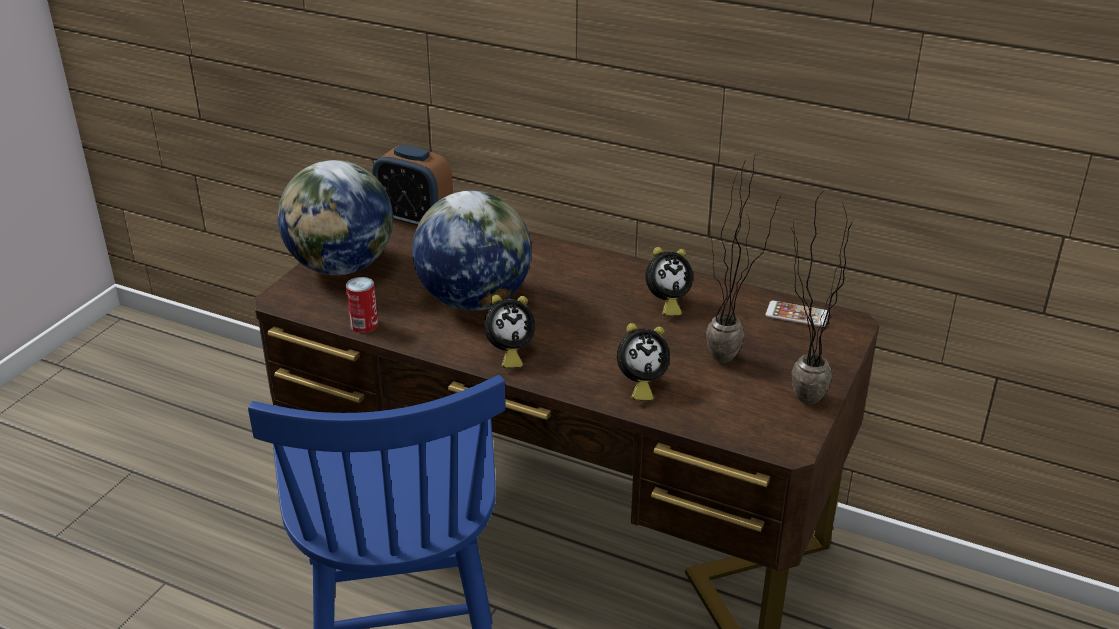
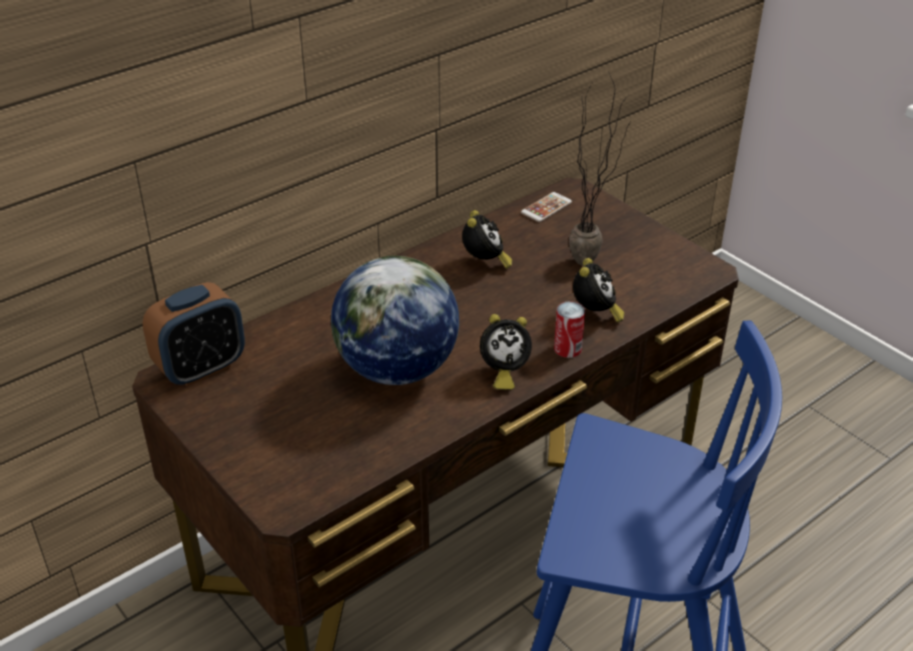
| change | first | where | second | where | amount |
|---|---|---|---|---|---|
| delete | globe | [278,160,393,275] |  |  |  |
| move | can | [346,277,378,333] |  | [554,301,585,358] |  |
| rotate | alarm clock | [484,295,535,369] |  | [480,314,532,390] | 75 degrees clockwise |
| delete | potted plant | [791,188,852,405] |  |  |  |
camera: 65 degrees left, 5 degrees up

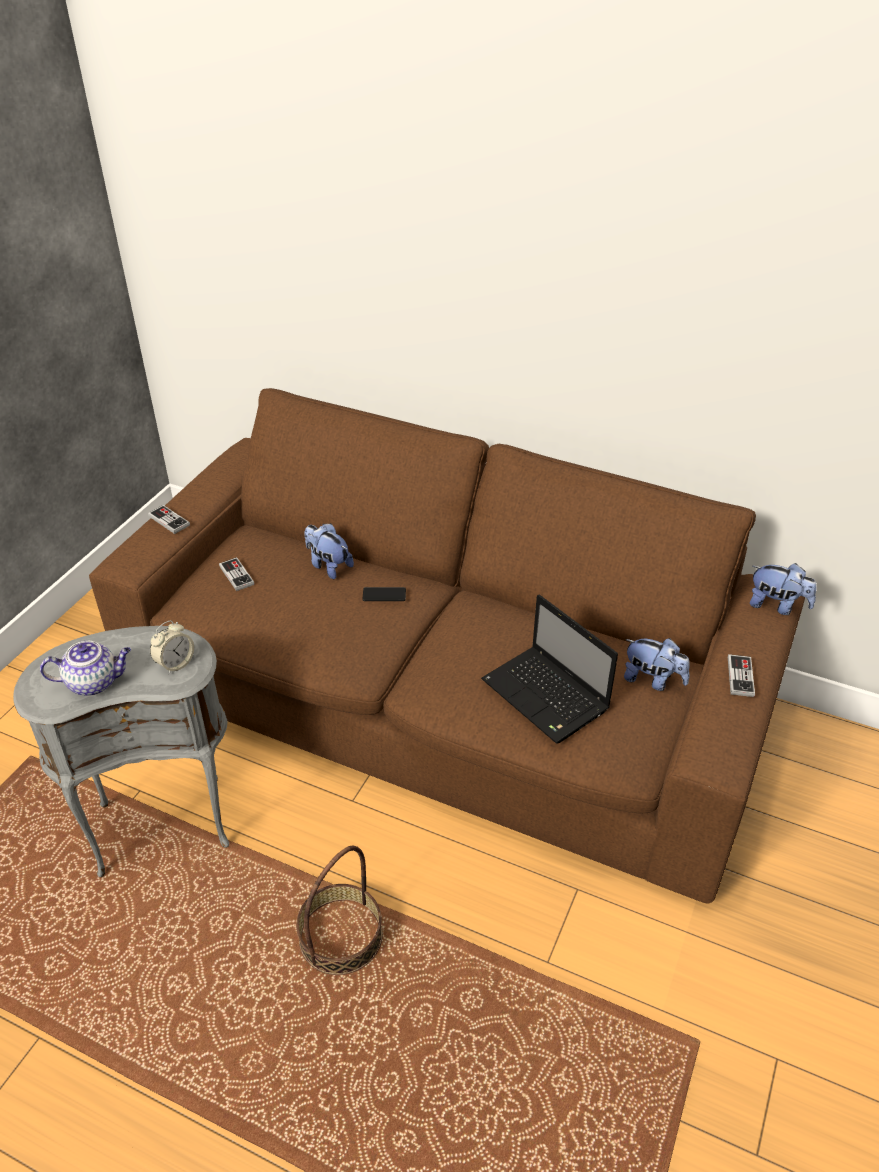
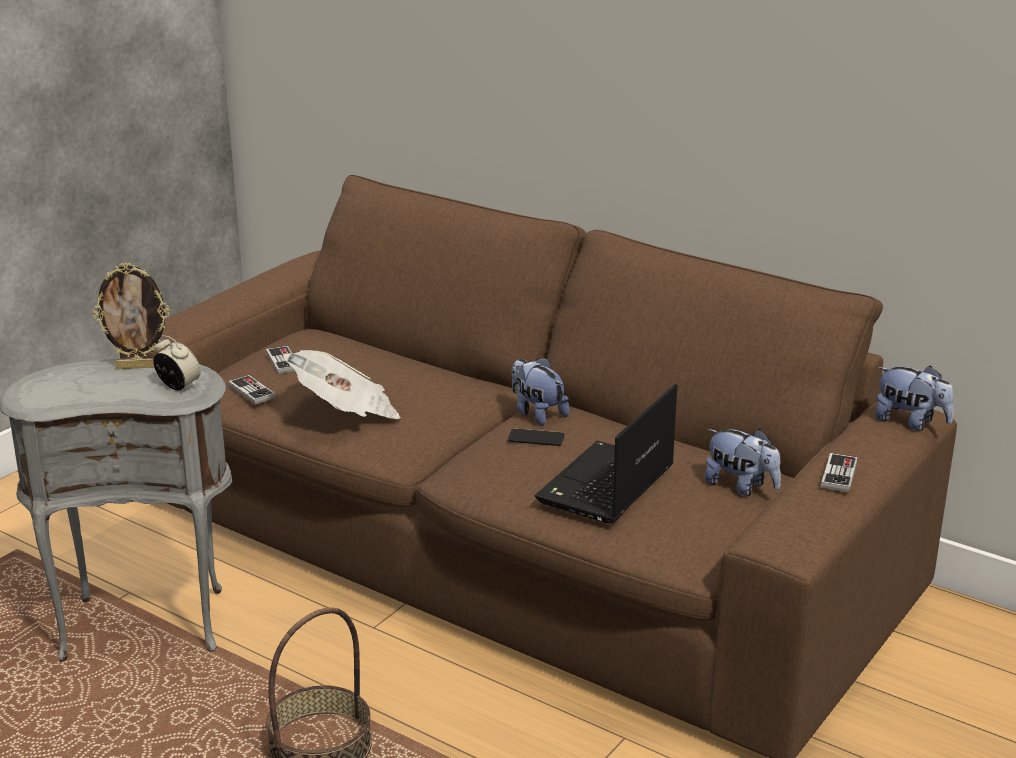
| change | first | where | second | where | amount |
|---|---|---|---|---|---|
| delete | teapot | [40,641,131,696] |  |  |  |
| move | game controller | [148,505,190,534] |  | [228,375,276,405] |  |
| rotate | alarm clock | [150,620,194,674] |  | [153,335,201,391] | 105 degrees counterclockwise |
| move | plush toy | [304,523,354,579] |  | [512,357,569,426] |  |
| move | phone | [362,587,406,601] |  | [508,428,565,446] |  |
| rotate | laptop | [481,594,618,744] |  | [534,384,677,524] | 60 degrees clockwise |
| insert |  |  | picture frame | [92,262,170,369] |  |
| insert |  |  | newspaper | [283,350,401,419] |  |
camera: 10 degrees right, 15 degrees down

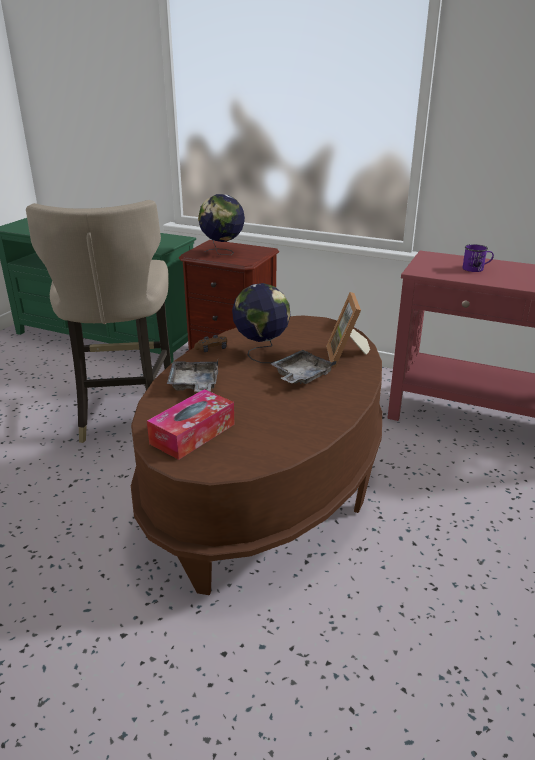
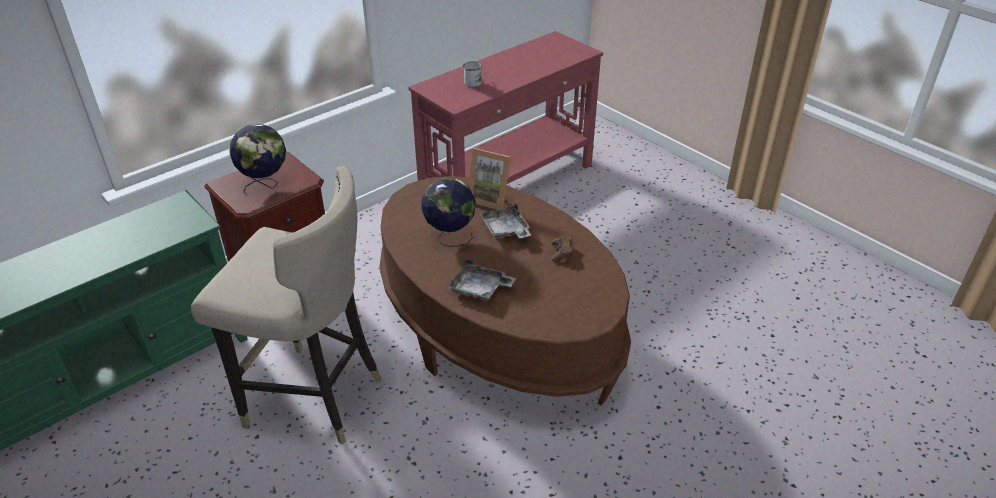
| change | first | where | second | where | amount |
|---|---|---|---|---|---|
| delete | tissue box | [147,389,235,460] |  |  |  |
| move | brown game controller | [194,335,227,352] |  | [551,235,573,262] |  |
| recolor | purple mug | [462,244,494,272] | white mug | [463,62,482,87] |  |
camera: 65 degrees left, 10 degrees up

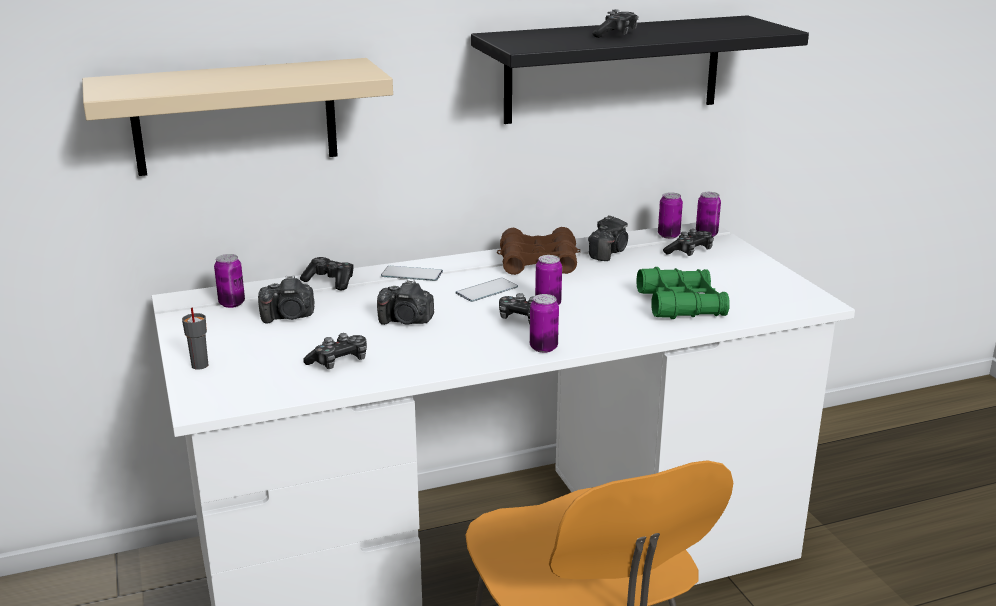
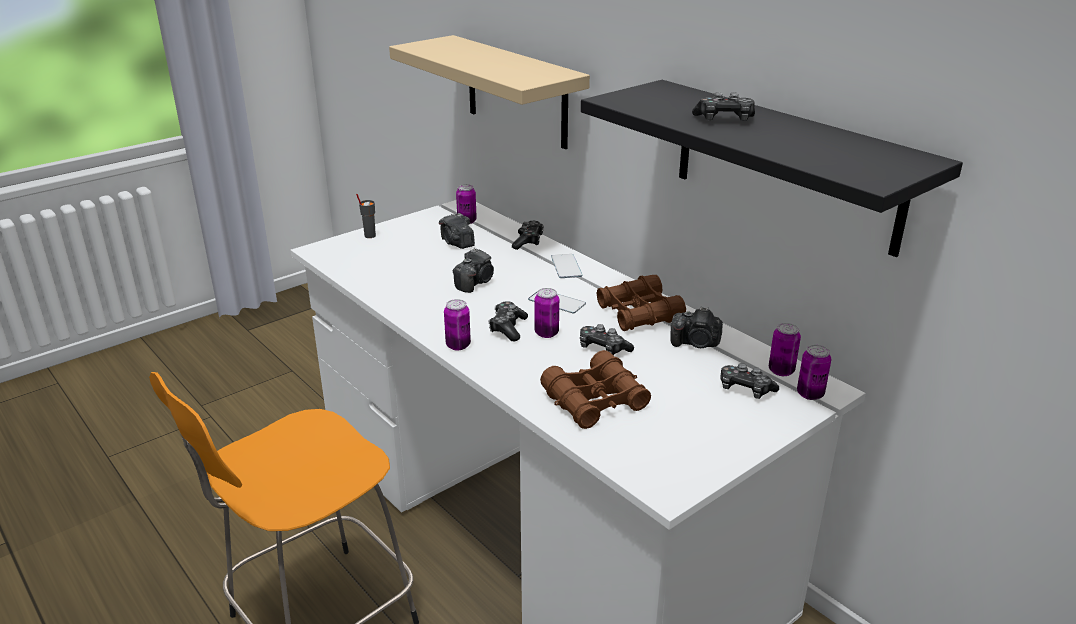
| change | first | where | second | where | amount |
|---|---|---|---|---|---|
| move | game controller | [303,333,367,369] |  | [580,324,634,355] |  |
| rotate | photo camera | [377,280,434,325] |  | [453,248,494,293] | 135 degrees counterclockwise |
| recolor | green binoculars | [636,267,730,319] | brown binoculars | [540,350,651,429] |  |
camera: 70 degrees right, 5 degrees up

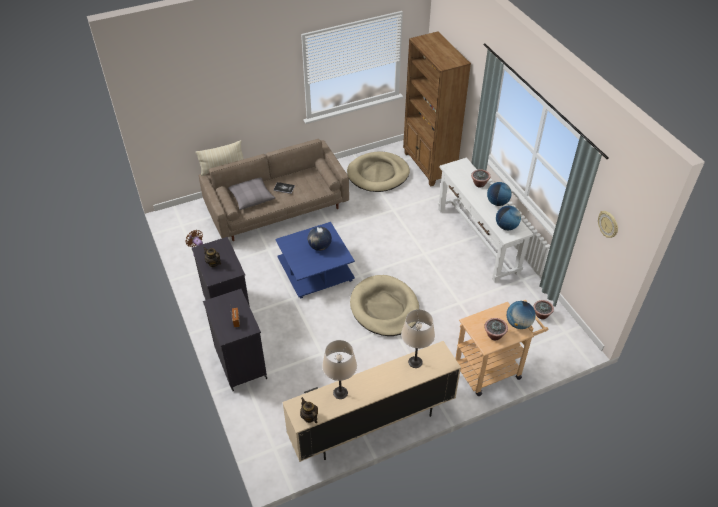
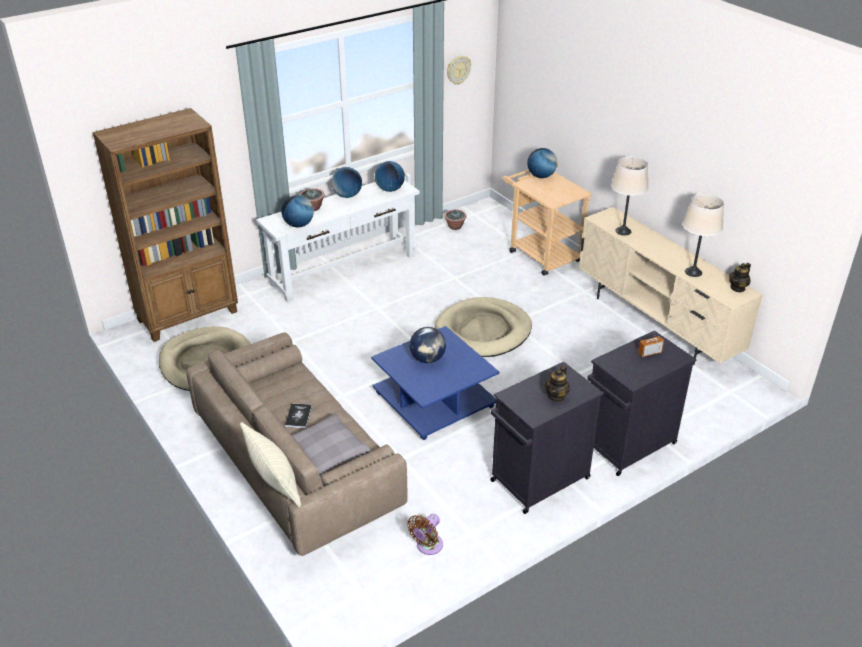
| change | first | where | second | where | amount |
|---|---|---|---|---|---|
| delete | potted plant | [484,318,508,340] |  |  |  |
| insert |  |  | globe | [281,195,314,227] |  |
camera: 100 degrees left, 10 degrees down

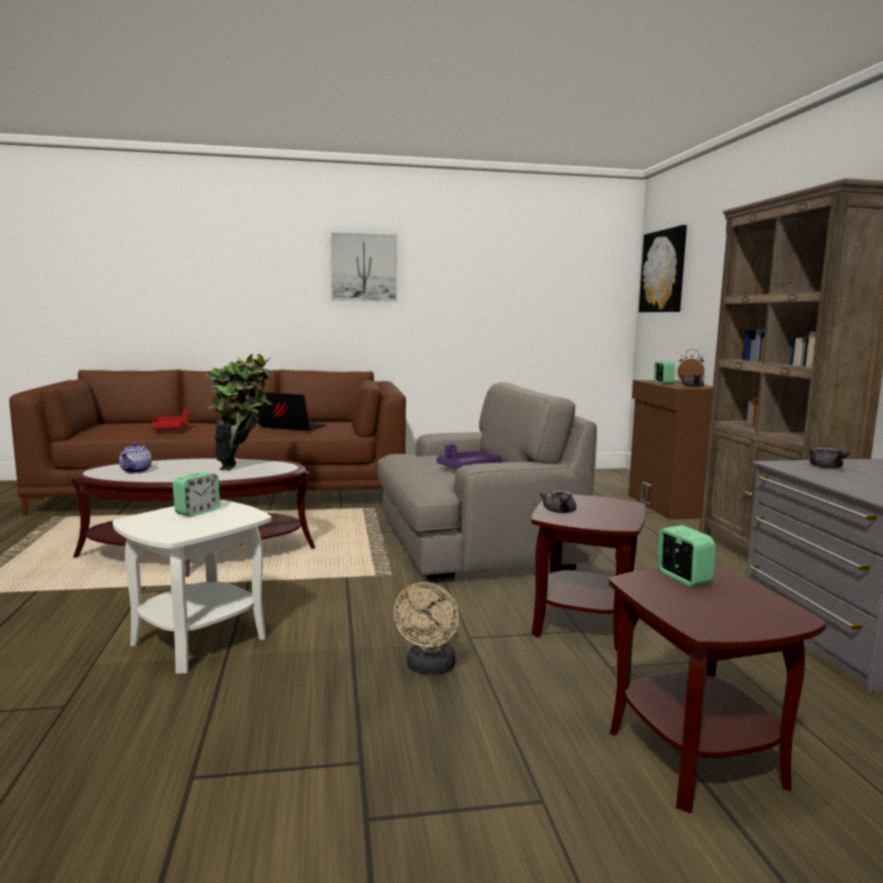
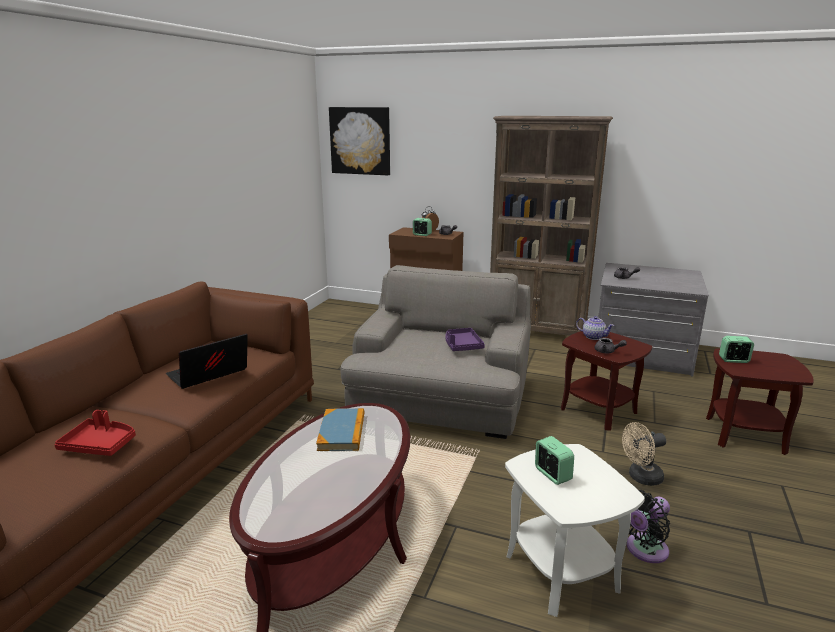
| change | first | where | second | where | amount |
|---|---|---|---|---|---|
| move | teapot | [119,442,152,473] |  | [576,316,615,340] |  |
| replace | potted plant | [205,354,273,470] | book | [316,408,364,451] |  |
| delete | picture | [331,232,398,302] |  |  |  |
| rotate | beige fan | [393,582,459,675] |  | [622,422,666,486] | 120 degrees clockwise |
| insert |  |  | black fan | [627,490,670,563] |  |
camera: 60 degrees left, 10 degrees up

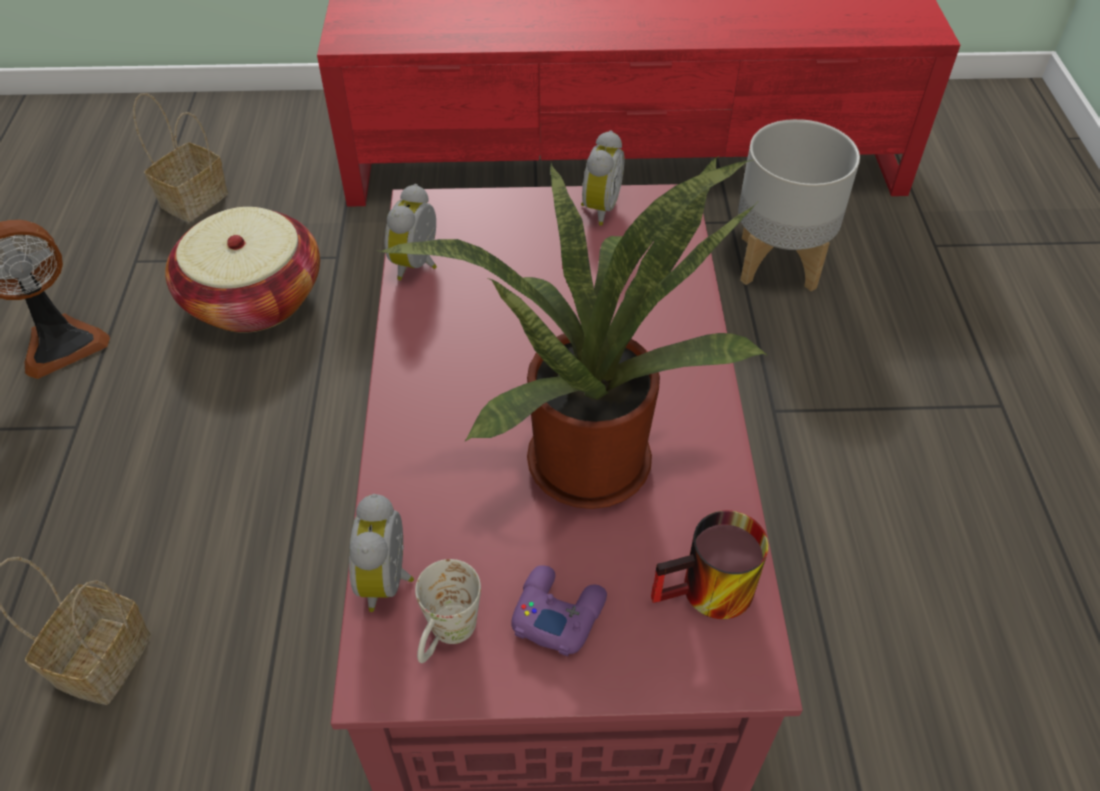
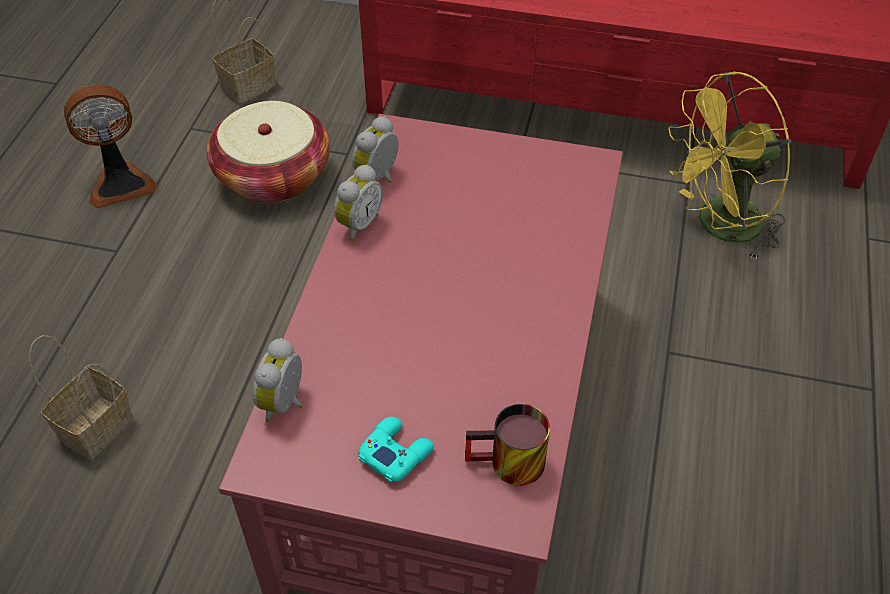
| change | first | where | second | where | amount |
|---|---|---|---|---|---|
| delete | potted plant | [376,155,768,509] |  |  |  |
| delete | white mug | [415,559,481,663] |  |  |  |
| recolor | purple game controller | [511,565,607,656] | turquoise game controller | [358,417,434,483] |  |
| move | alarm clock | [581,130,625,226] |  | [334,165,383,241] |  |
| replace | grey planter | [738,119,860,291] | yellow fan | [668,71,792,261] |  |
camera: 15 degrees right, 0 degrees up

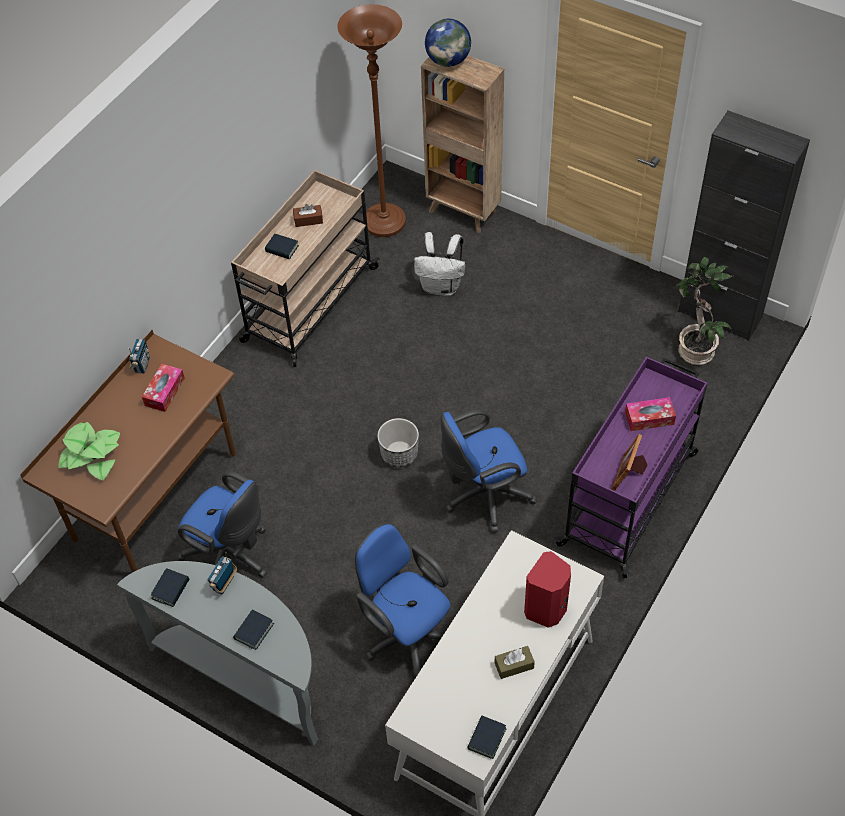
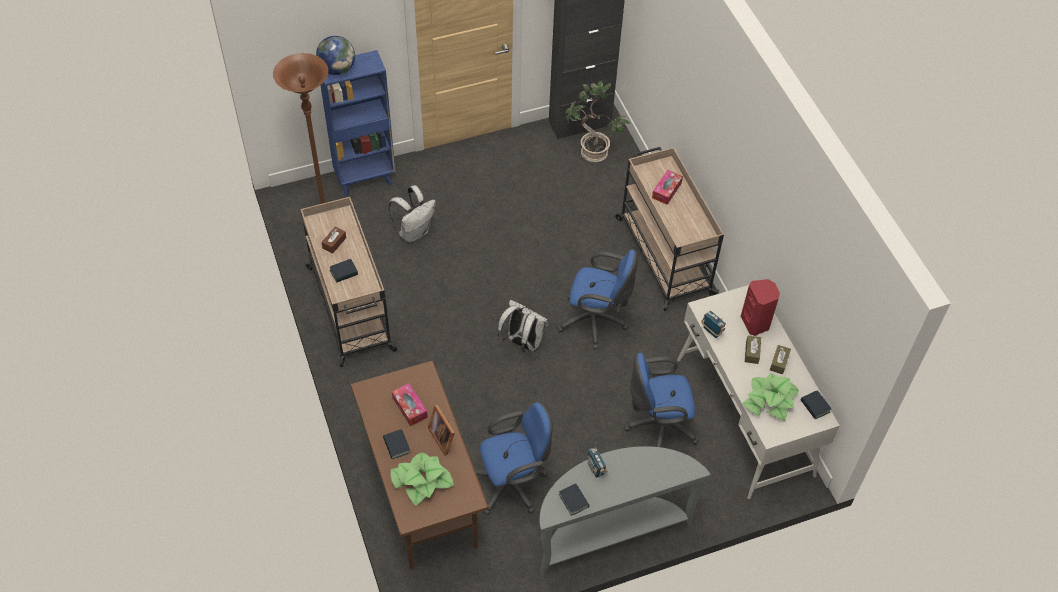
| change | first | where | second | where | amount |
|---|---|---|---|---|---|
| move | radio | [128,339,150,374] |  | [701,311,726,338] |  |
| move | book | [233,610,274,650] |  | [383,429,411,459] |  |
| replace | planter | [377,418,419,468] | white backpack | [498,300,549,353] |  |
| recolor | brown bookcase | [421,55,504,233] | blue bookcase | [320,50,395,197] |  |
| rotate | blue office chair | [440,409,537,533] |  | [557,250,638,349] | 90 degrees counterclockwise |
| recolor | purple cart | [554,356,708,578] | beige cart | [615,147,724,311] |  |
| move | picture frame | [612,434,648,491] |  | [428,405,455,456] |  |
| insert |  |  | potted plant | [742,373,799,422] |  |
| insert |  |  | brown tissue box | [745,336,761,364] |  |
camera: 55 degrees left, 0 degrees up

